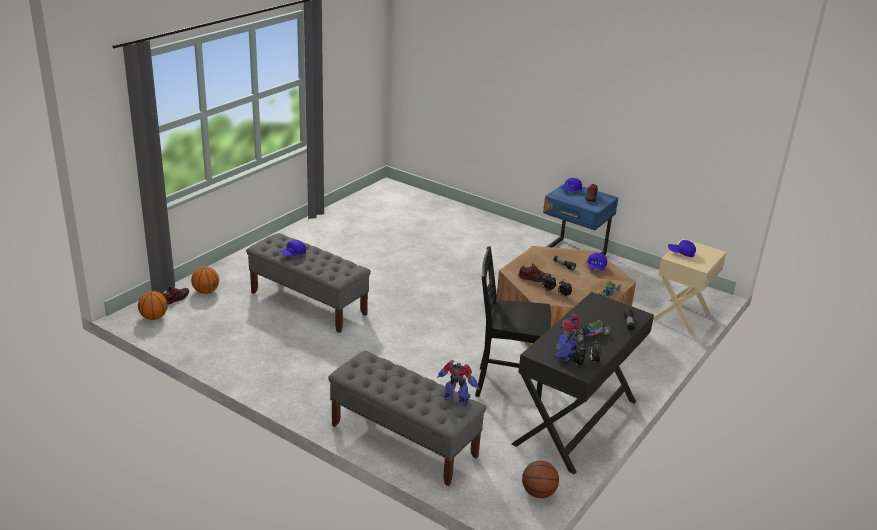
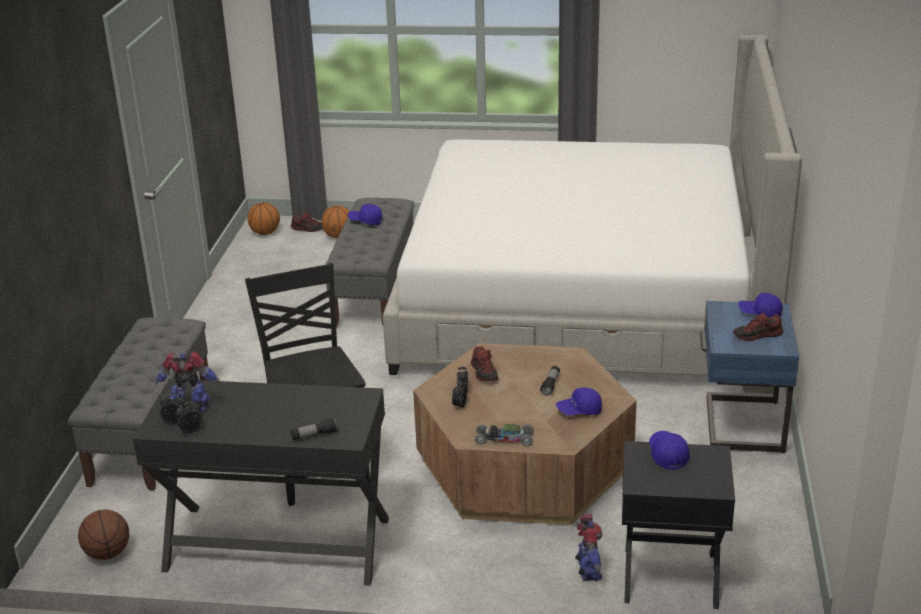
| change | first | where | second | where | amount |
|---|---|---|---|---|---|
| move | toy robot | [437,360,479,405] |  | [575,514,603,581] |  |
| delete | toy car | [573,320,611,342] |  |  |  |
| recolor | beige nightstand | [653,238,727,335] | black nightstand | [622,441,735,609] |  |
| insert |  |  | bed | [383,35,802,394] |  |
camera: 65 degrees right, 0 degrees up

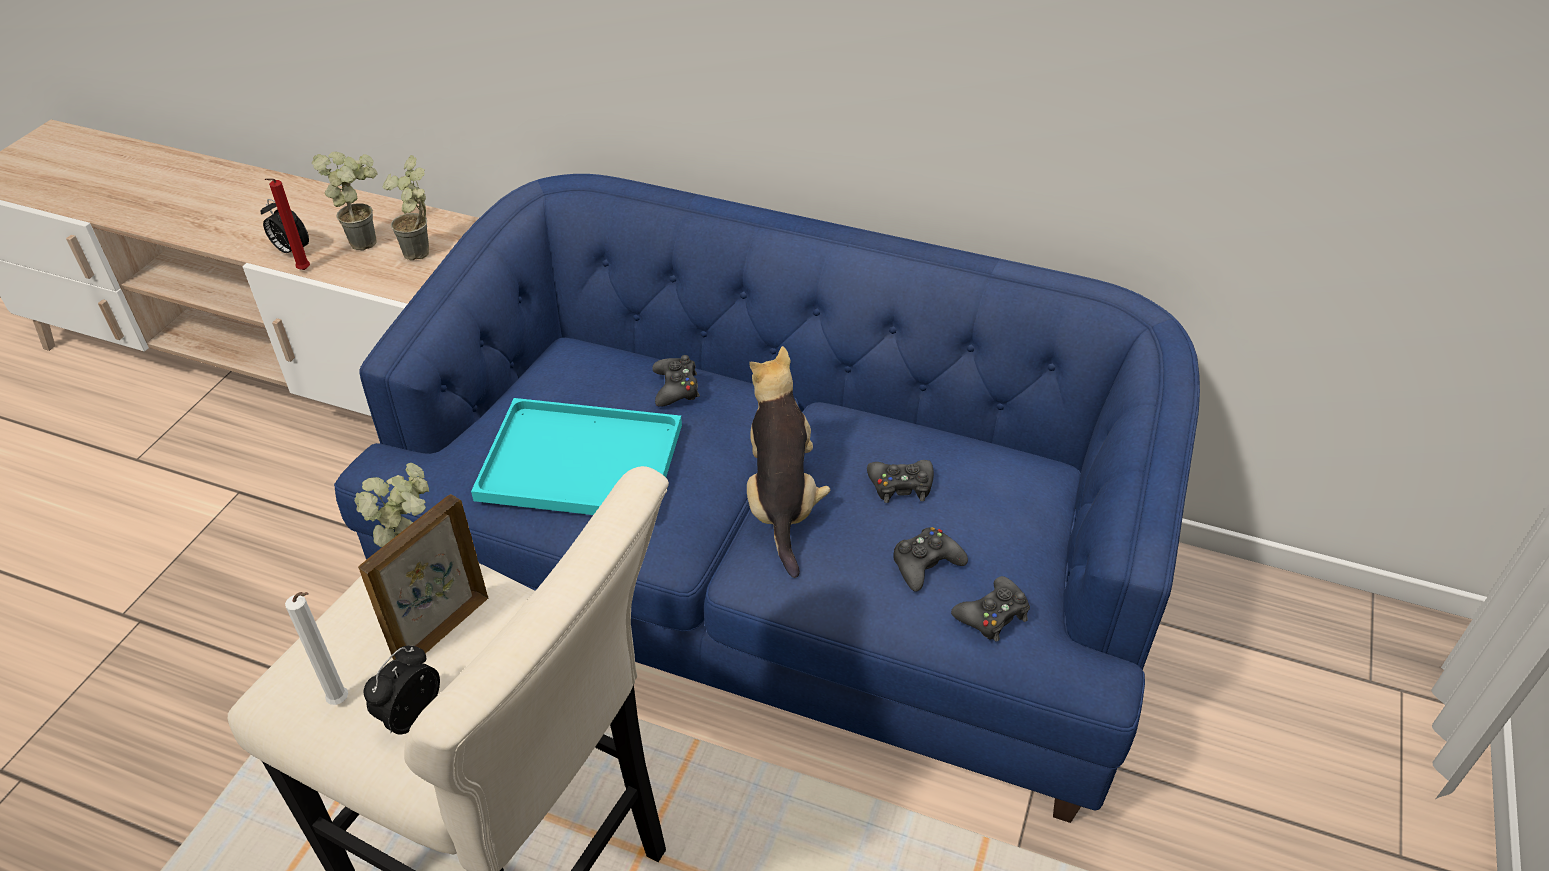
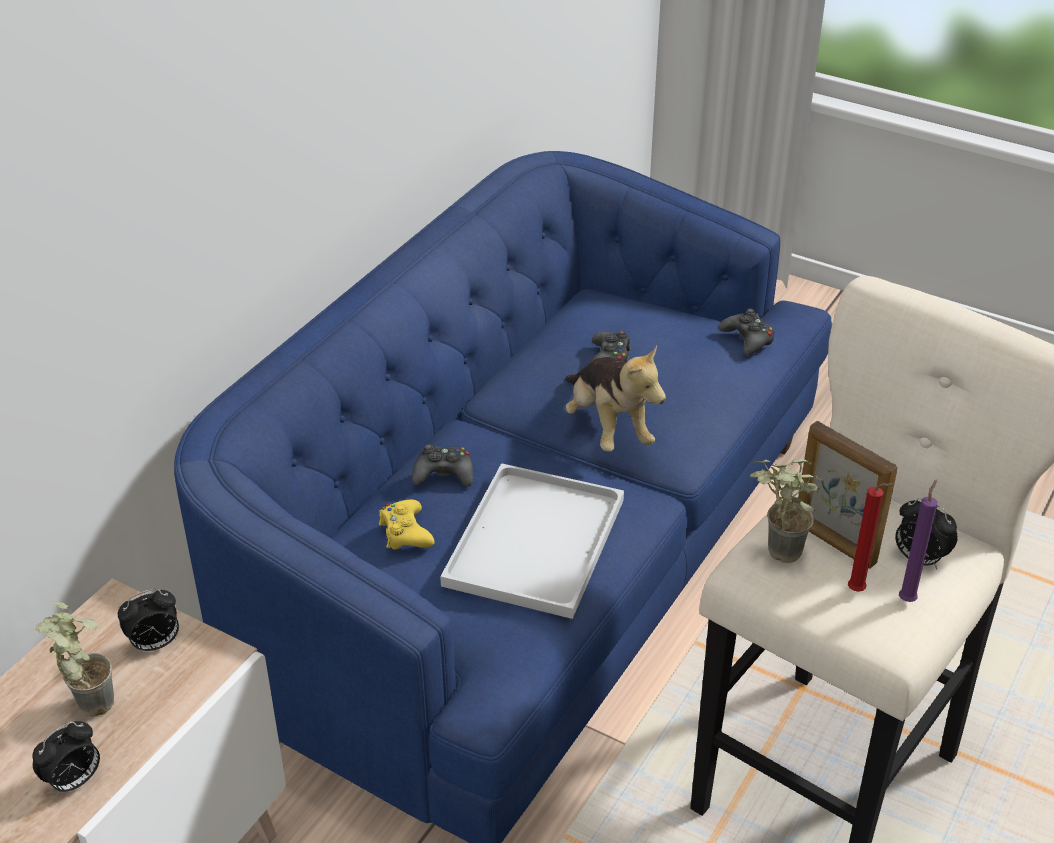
| change | first | where | second | where | amount |
|---|---|---|---|---|---|
| move | red candle | [265,178,310,270] |  | [848,483,894,592] |  |
| recolor | white candle | [285,592,348,705] | purple candle | [899,480,938,602] |  |
| replace | potted plant | [383,155,429,260] | alarm clock | [118,589,179,653] |  |
| recolor | turquoise tray | [471,398,682,515] | white tray | [440,463,624,619] |  |
| rotate | plush toy | [747,346,830,578] |  | [565,345,666,452] | 120 degrees counterclockwise |
| delete | black game controller | [893,527,968,592] |  |  |  |
| insert |  |  | yellow game controller | [379,500,435,549] |  |
camera: 80 degrees left, 5 degrees down

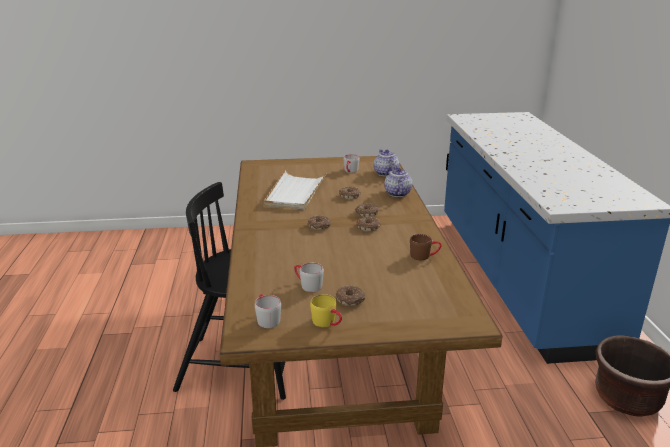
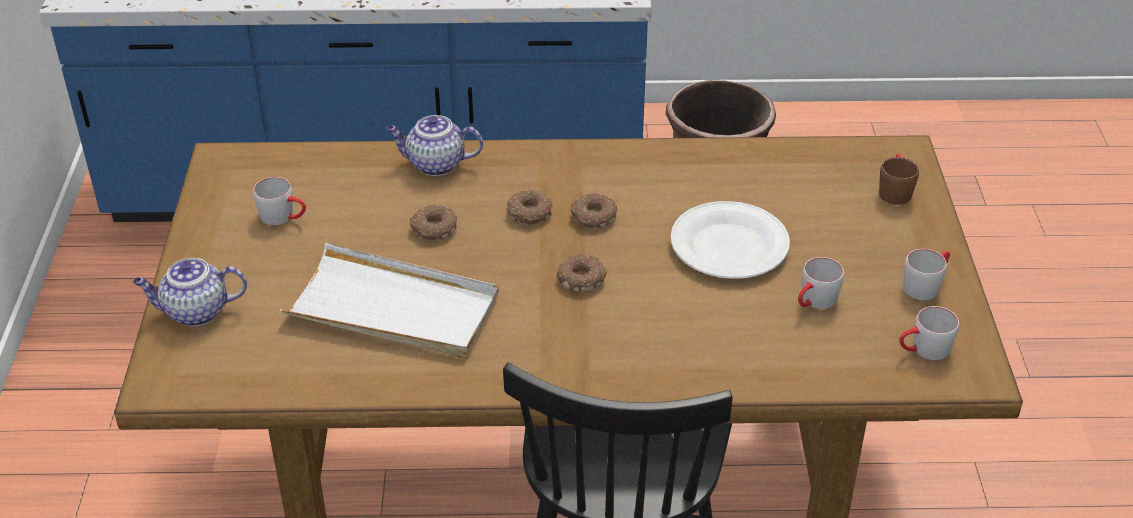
| change | first | where | second | where | amount |
|---|---|---|---|---|---|
| recolor | yellow mug | [310,294,342,327] | grey mug | [903,249,950,300] |  |
| delete | donut | [336,285,365,306] |  |  |  |
| move | teapot | [374,150,399,176] |  | [133,258,247,326] |  |
| move | brown mug | [410,234,442,260] |  | [879,153,919,205] |  |
| insert |  |  | white plate | [670,201,790,279] |  |
camera: 85 degrees left, 15 degrees up

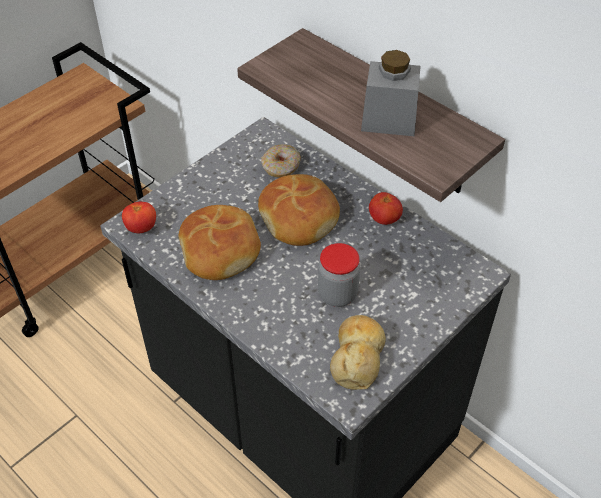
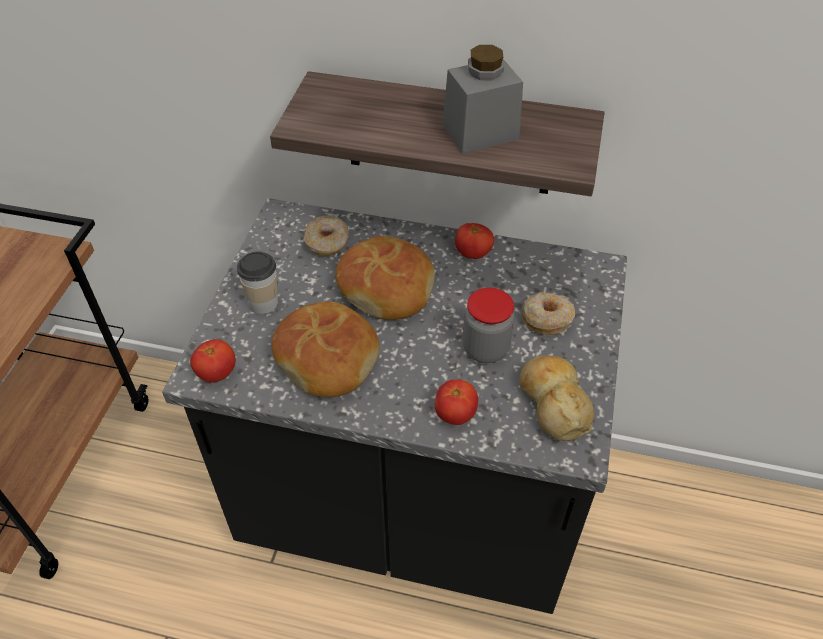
| change | first | where | second | where | amount |
|---|---|---|---|---|---|
| insert |  |  | cup | [237,251,278,314] |  |
| insert |  |  | tomato | [435,379,478,425] |  |
| insert |  |  | donut | [522,292,575,335] |  |
camera: 30 degrees left, 0 degrees up

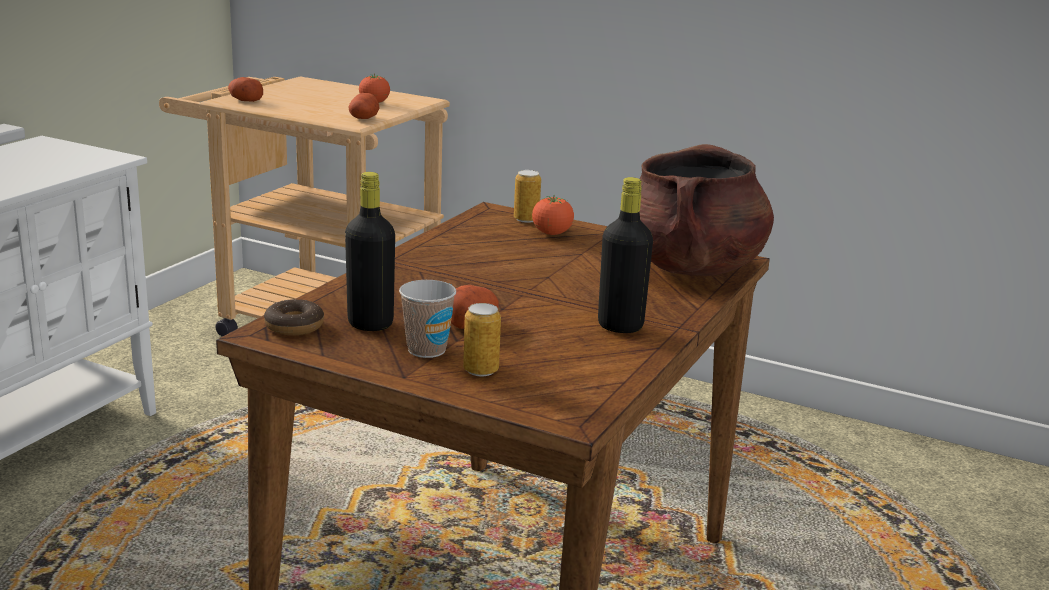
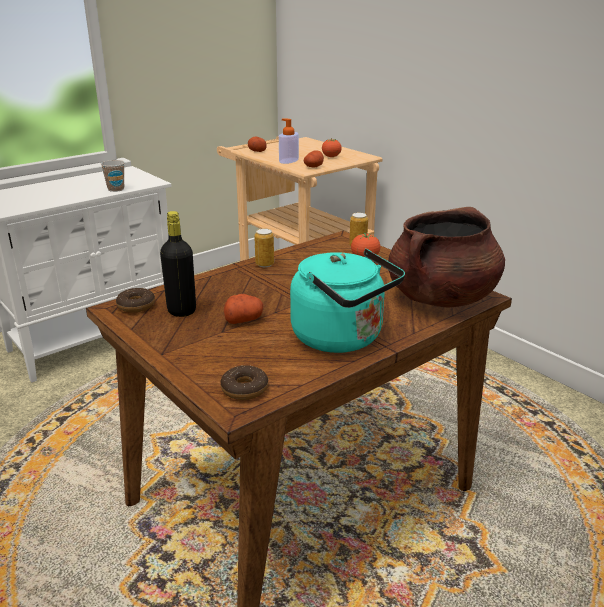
| change | first | where | second | where | amount |
|---|---|---|---|---|---|
| move | cup | [399,280,456,358] |  | [101,160,125,192] |  |
| move | can | [463,303,501,376] |  | [254,228,274,267] |  |
| replace | black bottle | [598,177,653,333] | turquoise kettle | [290,249,405,353] |  |
| insert |  |  | donut | [220,365,268,400] |  |
| insert |  |  | soap dispenser | [279,118,299,164] |  |
camera: 25 degrees right, 5 degrees up

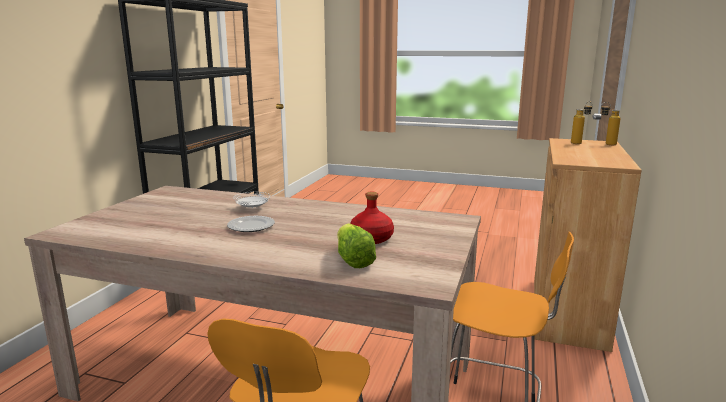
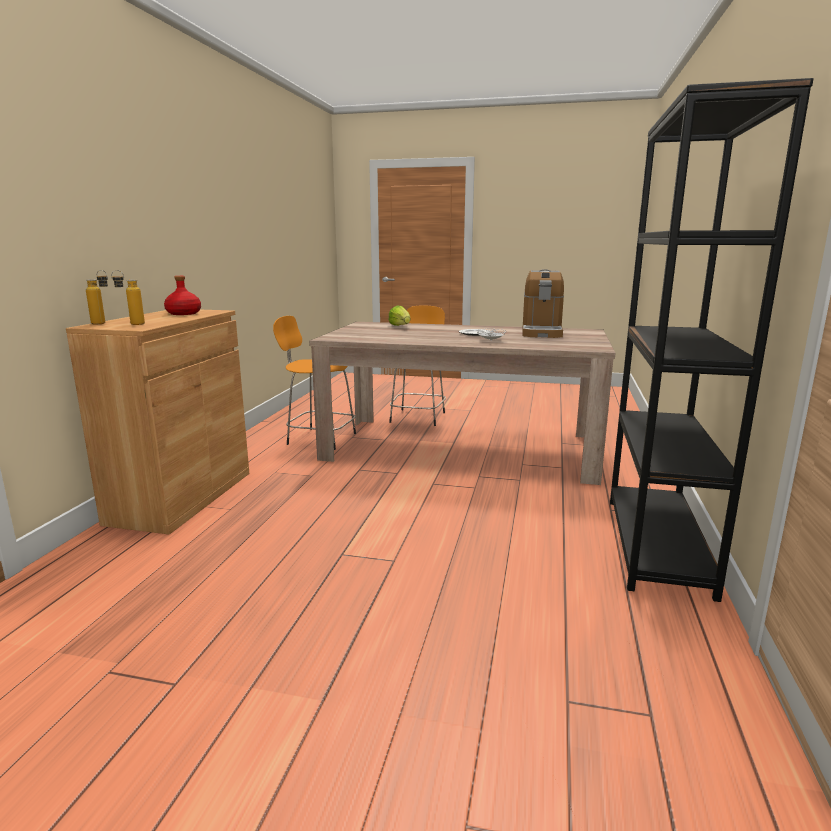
| change | first | where | second | where | amount |
|---|---|---|---|---|---|
| move | red bottle | [350,192,394,244] |  | [164,276,201,315] |  |
| insert |  |  | coffee machine | [523,269,564,338] |  |
camera: 175 degrees right, 0 degrees up

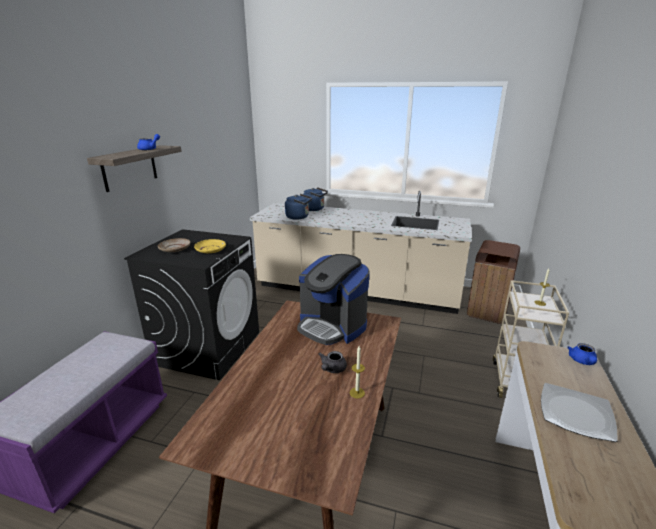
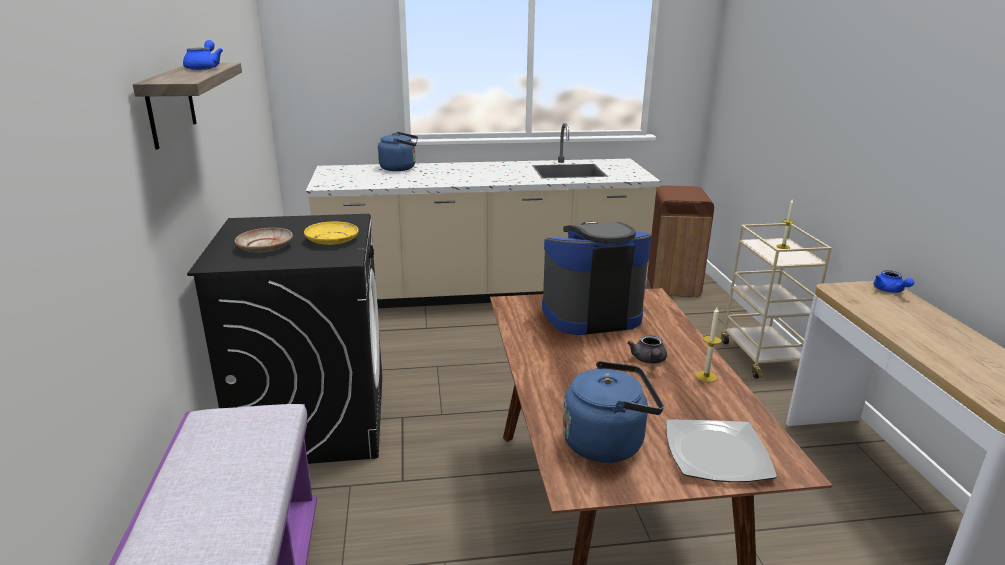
| change | first | where | second | where | amount |
|---|---|---|---|---|---|
| move | blue kettle | [285,194,312,220] |  | [563,361,664,463] |  |
| rotate | coffee machine | [297,254,370,345] |  | [542,221,652,335] | 150 degrees clockwise |
| move | plate | [541,383,618,442] |  | [666,419,777,482] |  |
camera: 25 degrees left, 0 degrees up

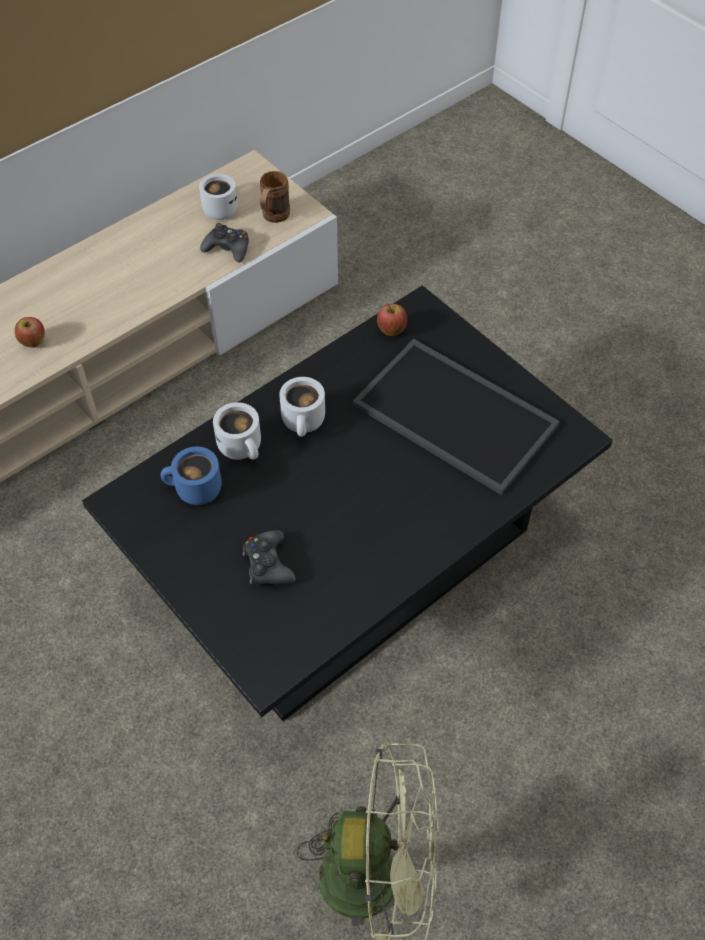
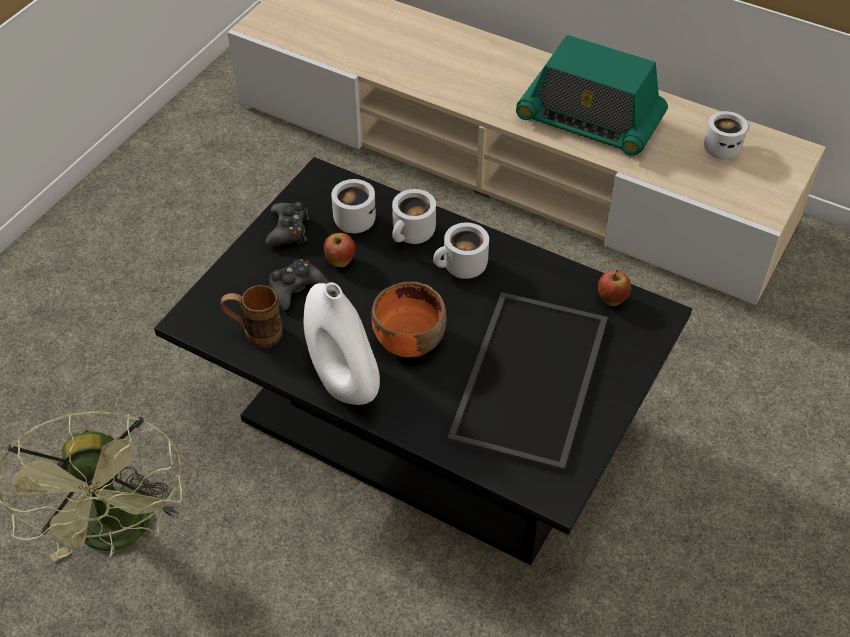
| change | first | where | second | where | amount |
|---|---|---|---|---|---|
| move | apple | [15,317,45,348] |  | [324,233,356,267] |  |
| recolor | blue mug | [161,447,222,505] | white mug | [331,179,376,233] |  |
| move | black game controller | [200,223,249,263] |  | [266,202,310,247] |  |
| move | brown mug | [260,171,290,223] |  | [220,285,283,348] |  |
| insert |  |  | white vase | [304,282,380,405] |  |
| insert |  |  | orange bowl | [372,282,447,357] |  |
| insert |  |  | radio | [516,35,668,156] |  |
camera: 70 degrees right, 5 degrees down

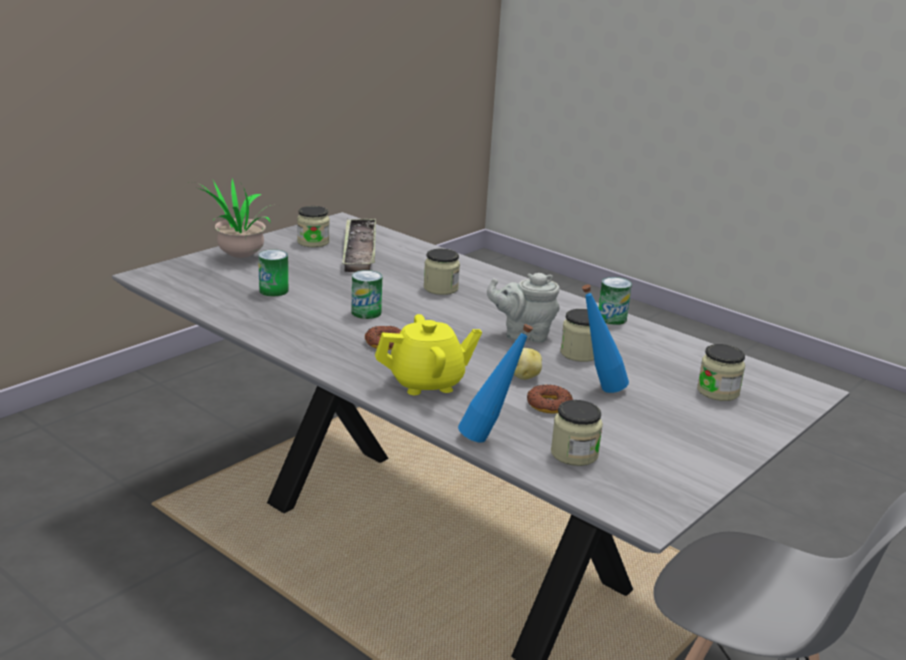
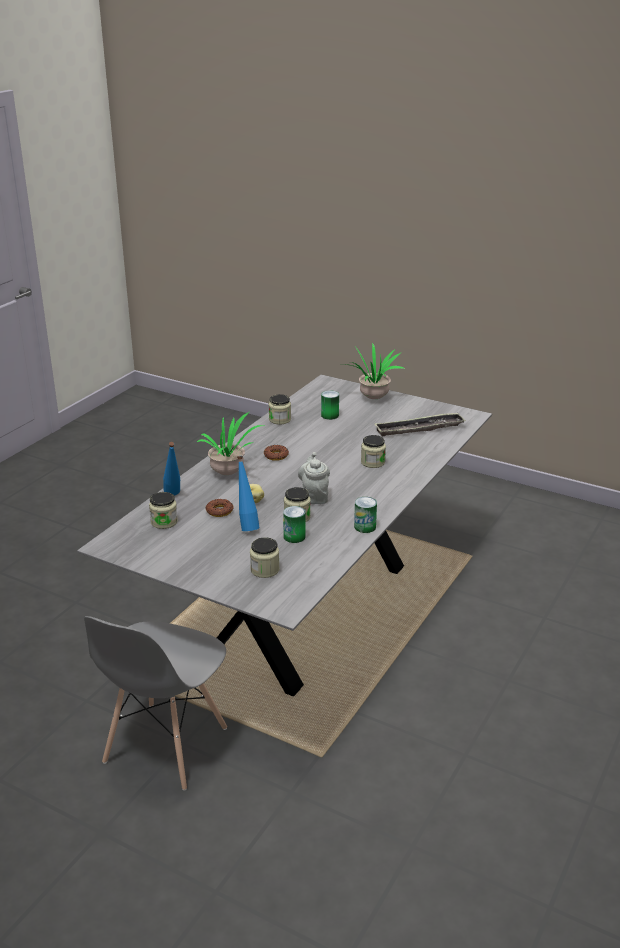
| change | first | where | second | where | amount |
|---|---|---|---|---|---|
| move | jar | [297,206,330,247] |  | [269,394,291,425] |  |
| move | can | [351,270,382,319] |  | [283,506,306,543] |  |
| replace | yellow teapot | [375,314,482,395] | potted plant | [196,412,264,475] |  |
camera: 80 degrees right, 5 degrees up

